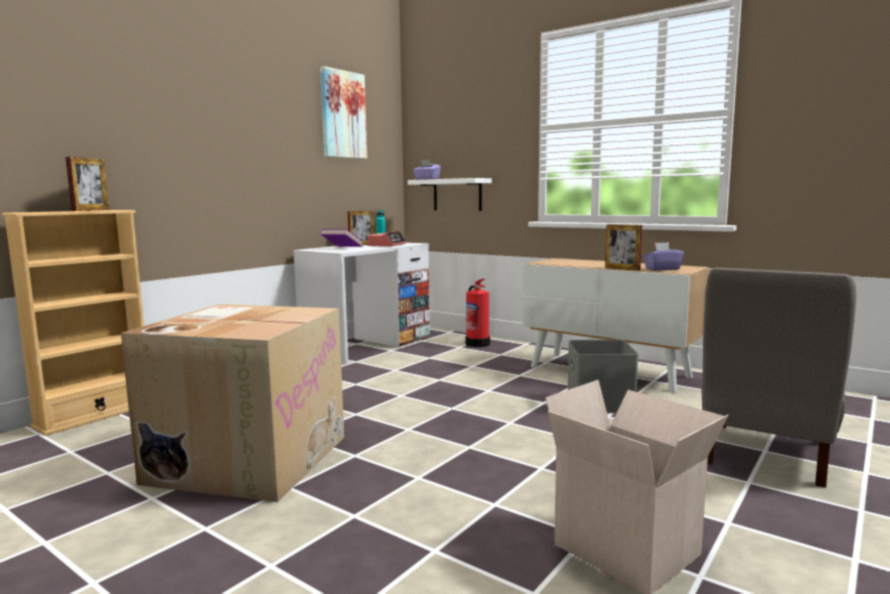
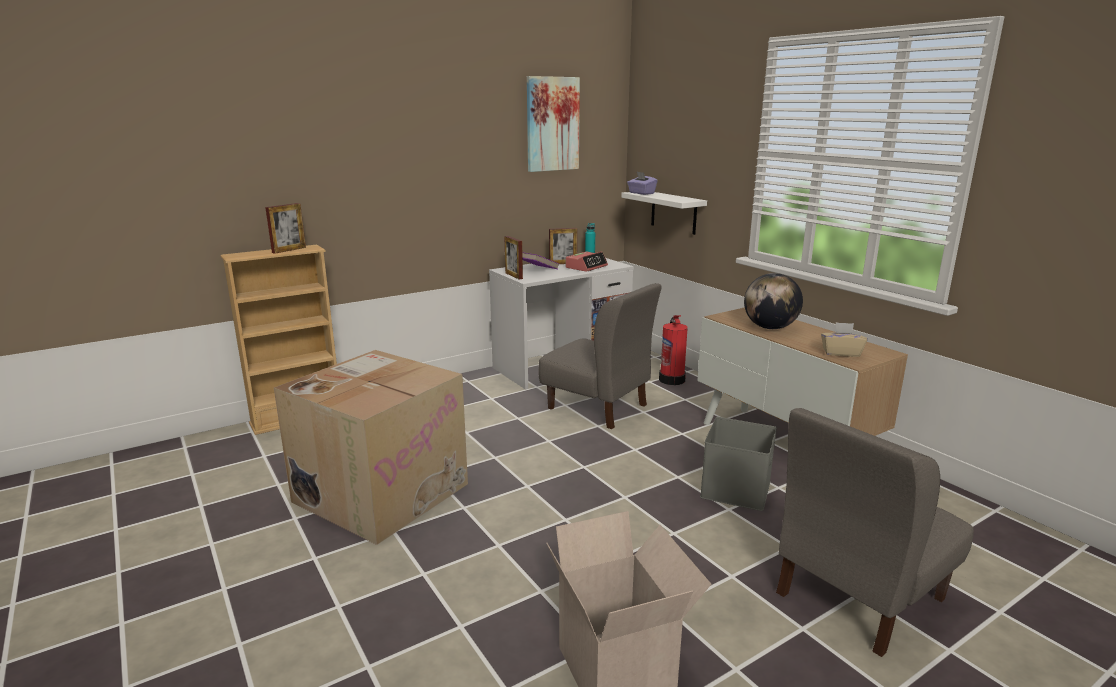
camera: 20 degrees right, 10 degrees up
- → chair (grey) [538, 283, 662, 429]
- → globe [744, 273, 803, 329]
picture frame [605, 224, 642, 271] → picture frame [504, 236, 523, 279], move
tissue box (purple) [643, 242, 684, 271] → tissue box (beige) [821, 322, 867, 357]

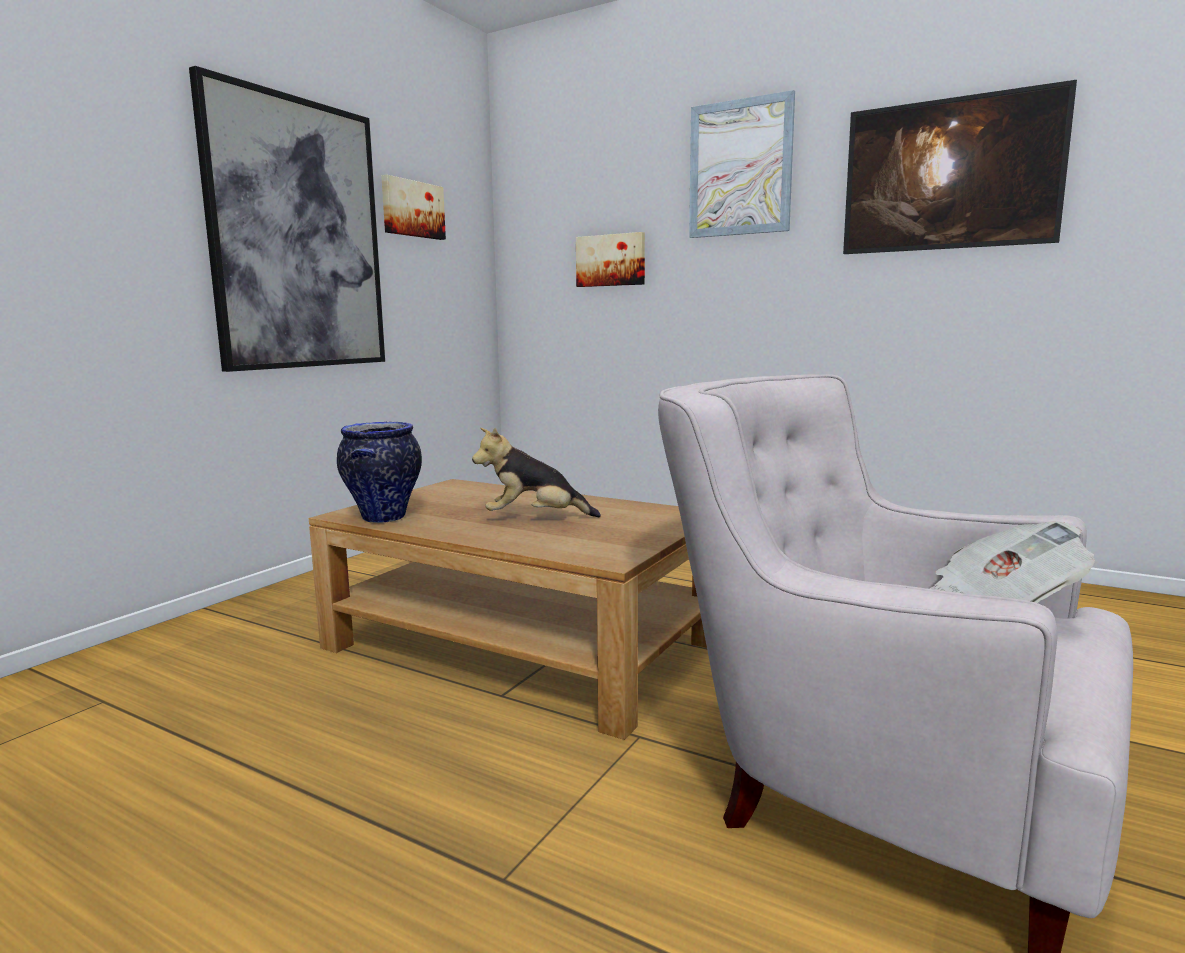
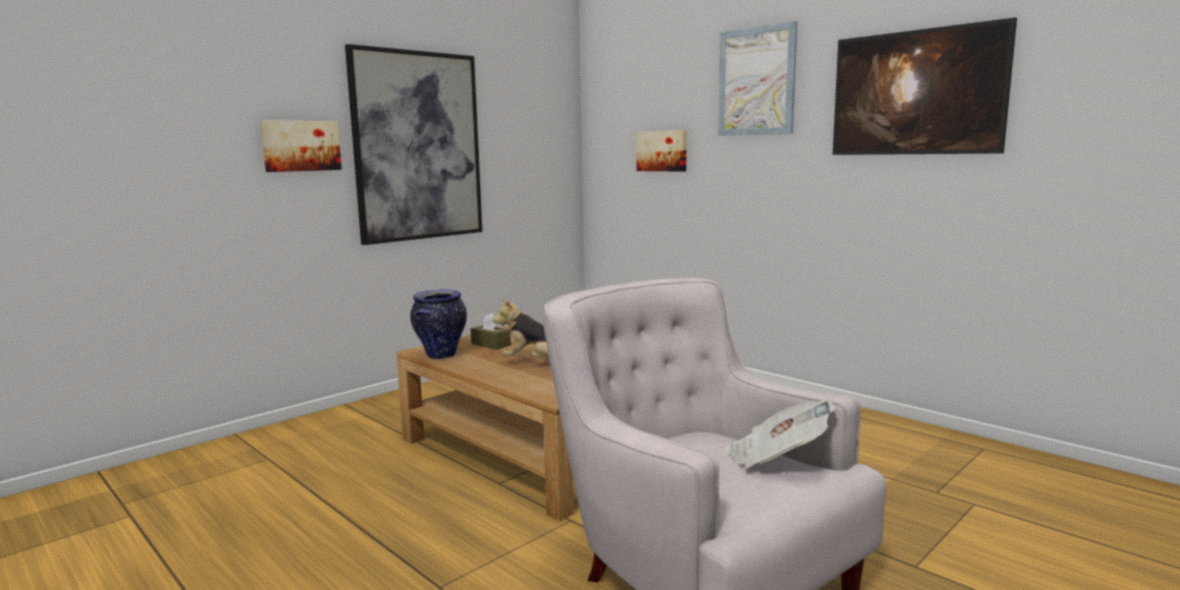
camera: 15 degrees right, 0 degrees up
- → tissue box (brown) [471, 313, 511, 350]
picture [381, 175, 446, 240] → picture [260, 120, 342, 172], move

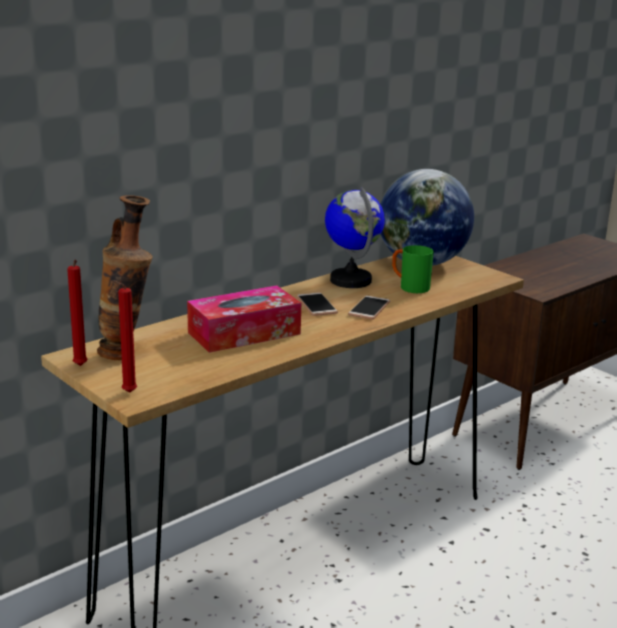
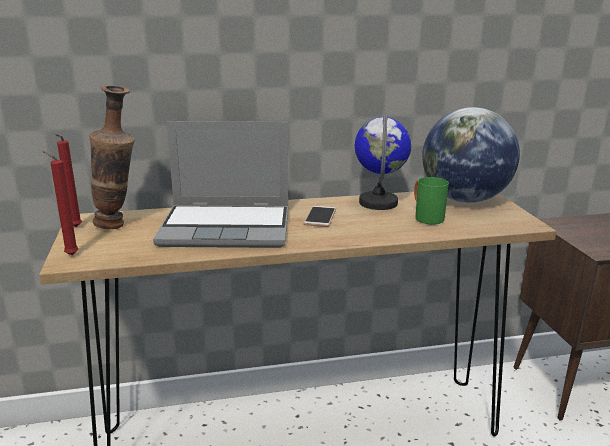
camera: 30 degrees right, 0 degrees up
phone [348, 295, 390, 320] → -
tissue box [187, 285, 301, 353] → laptop [153, 121, 288, 248]

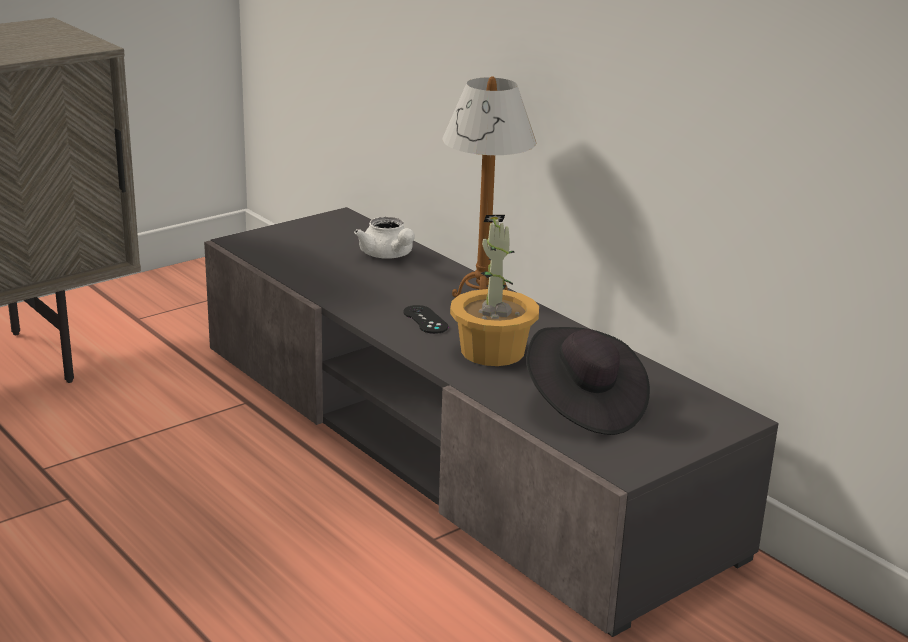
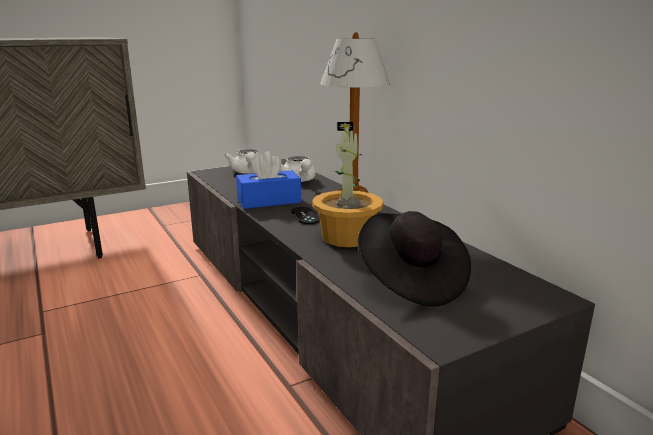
camera: 10 degrees right, 5 degrees down
- → teapot (white) [224, 149, 260, 174]
- → tissue box (blue) [236, 151, 301, 209]

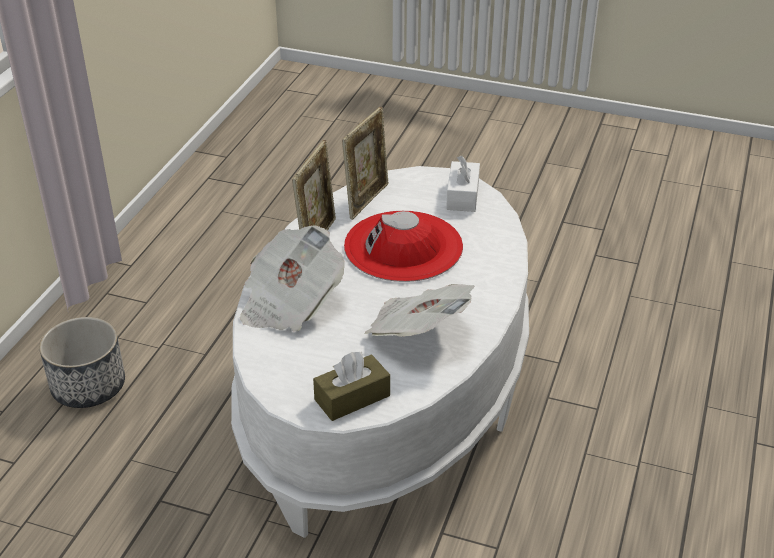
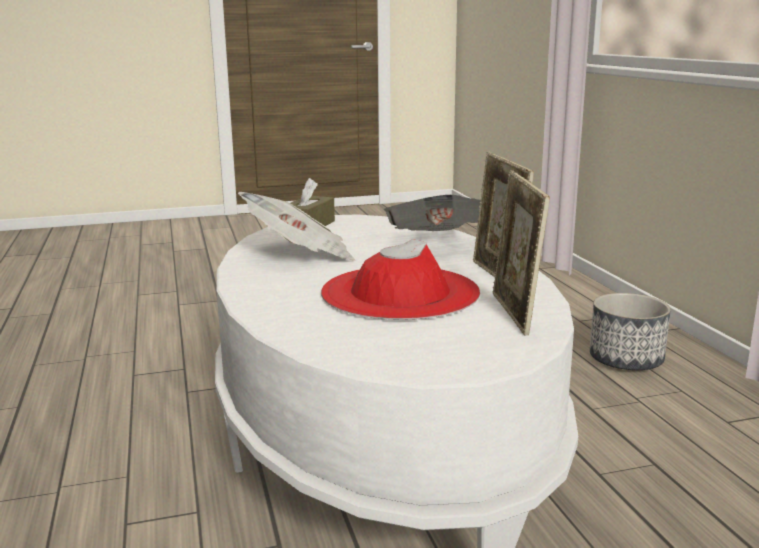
camera: 145 degrees right, 20 degrees down
tissue box (white) [446, 156, 480, 212] → -

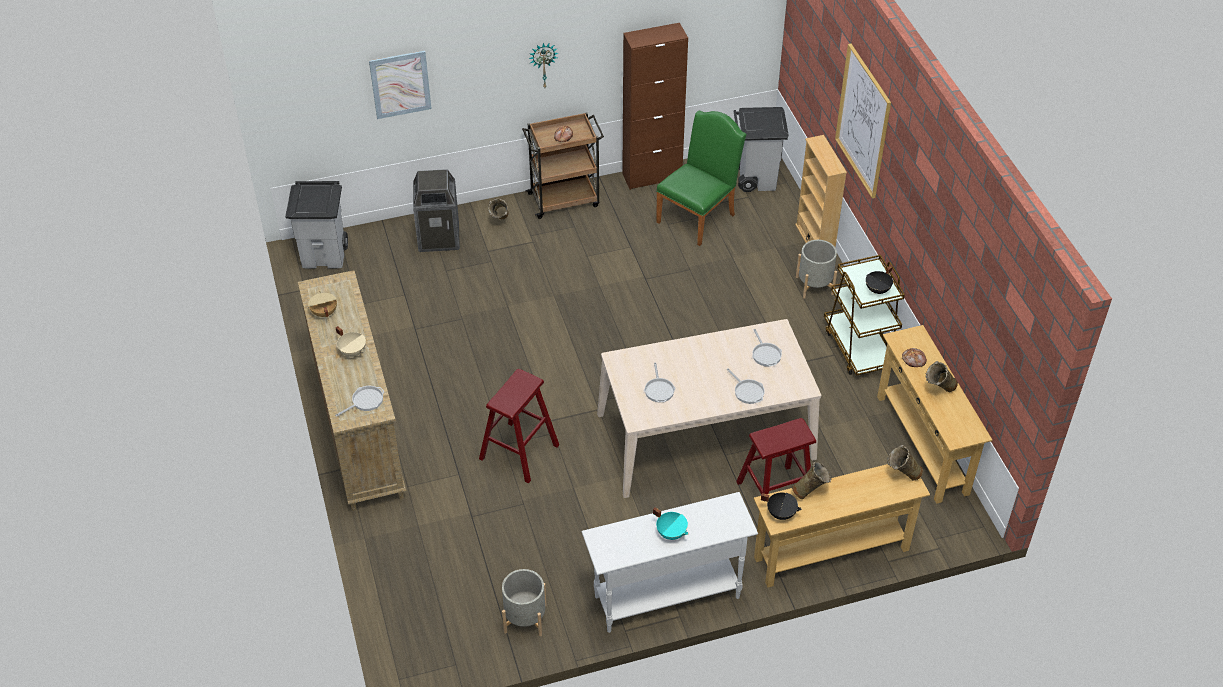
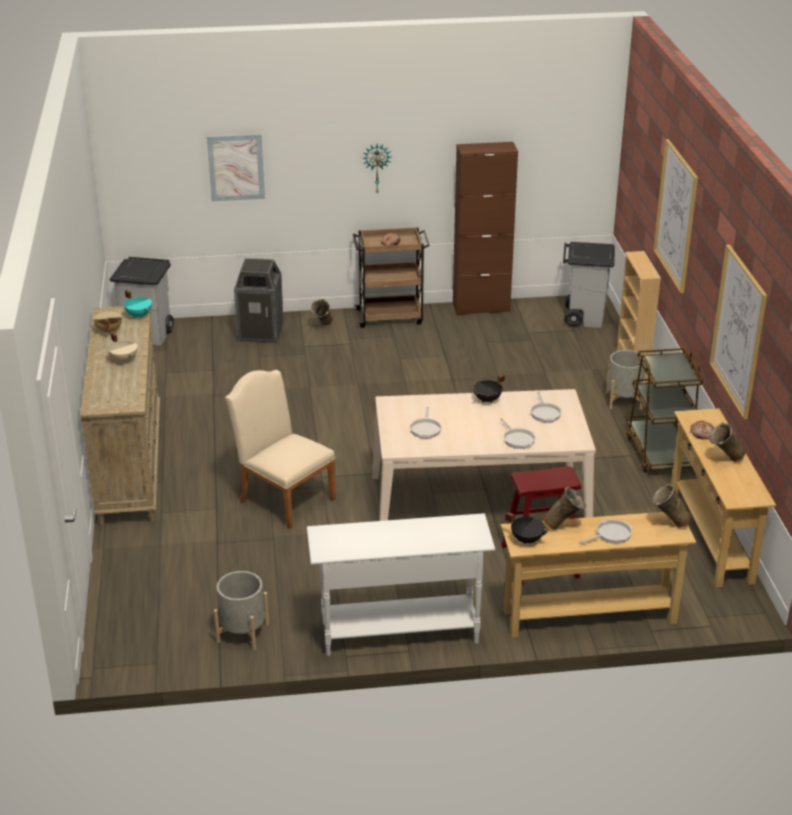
camera: 10 degrees right, 15 degrees down
chair (green) [656, 111, 746, 246] → -
- → picture [709, 244, 767, 419]
frying pan [335, 386, 384, 417] → frying pan [579, 519, 633, 544], move
cooking pot (turquoise) [653, 507, 688, 540] → cooking pot (turquoise) [124, 290, 152, 318], move
cooking pot (black) [866, 265, 893, 294] → cooking pot (black) [473, 374, 505, 403], move
stool (red) [479, 369, 559, 483] → chair (beige) [225, 370, 335, 529]

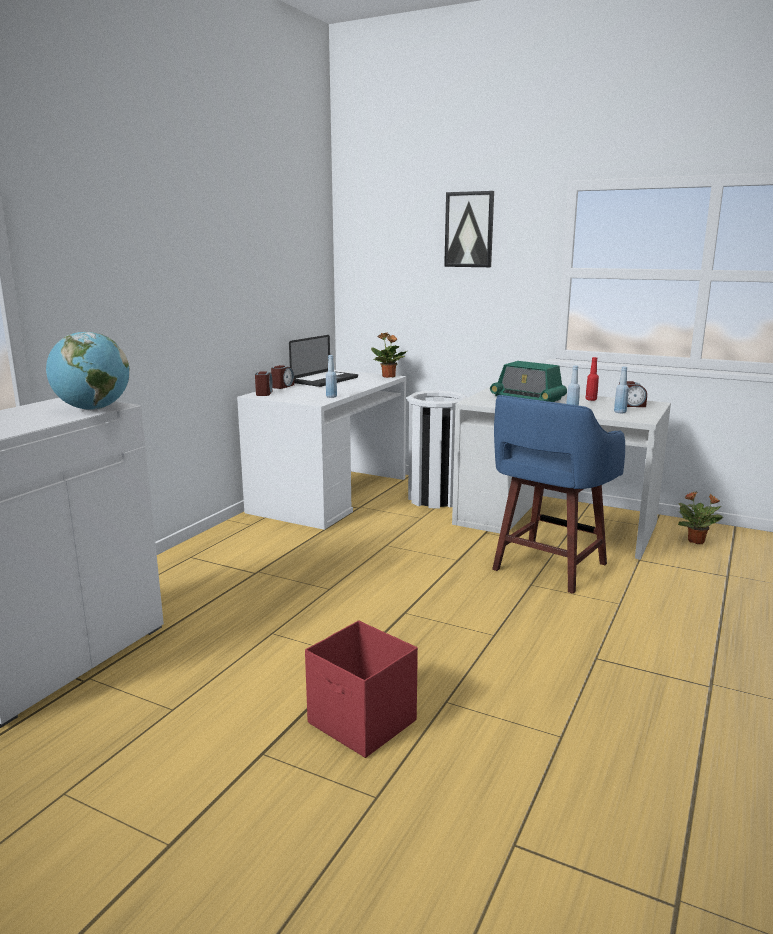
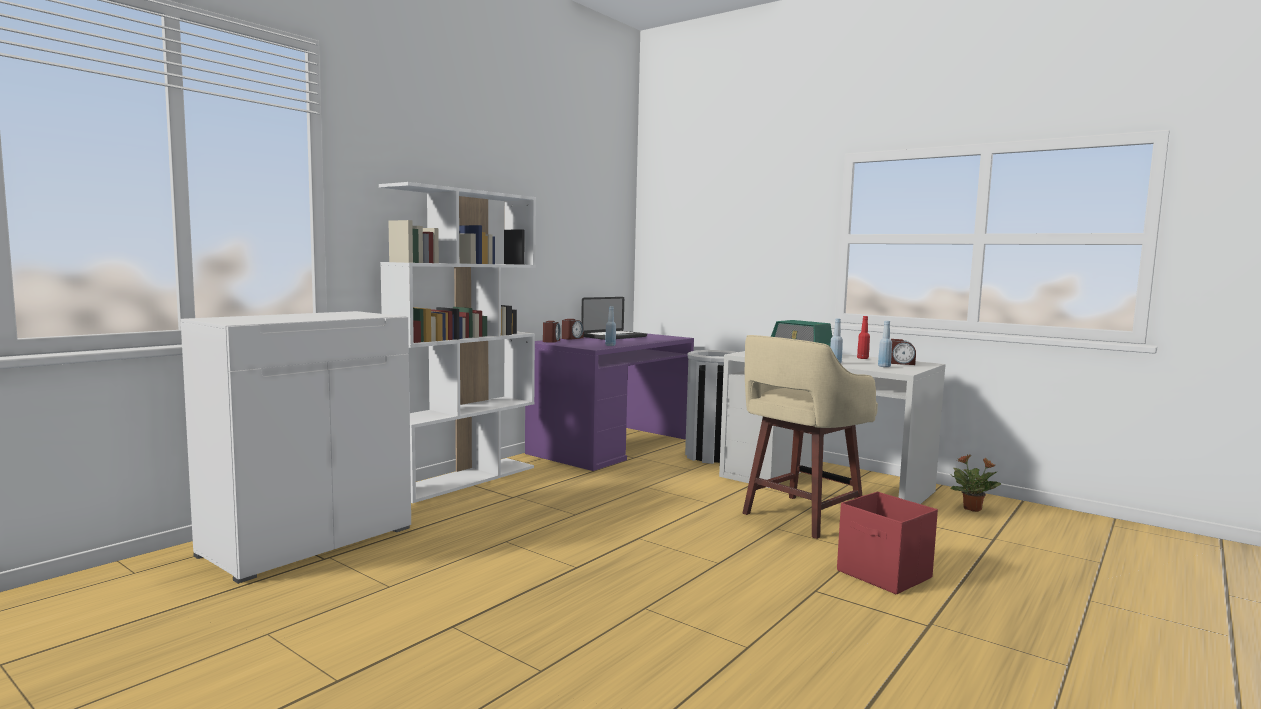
camera: 10 degrees right, 10 degrees down
globe [46, 332, 129, 410] → -
potted plant [371, 333, 407, 378] → -
picture [444, 191, 494, 267] → -
- → bookcase (white) [379, 182, 536, 503]
storage box (red) [305, 621, 418, 758] → storage box (red) [837, 492, 938, 594], move
desk (white) [237, 370, 406, 530] → desk (purple) [525, 334, 694, 471]
stool (blue) [492, 395, 625, 594] → stool (beige) [743, 335, 878, 539]

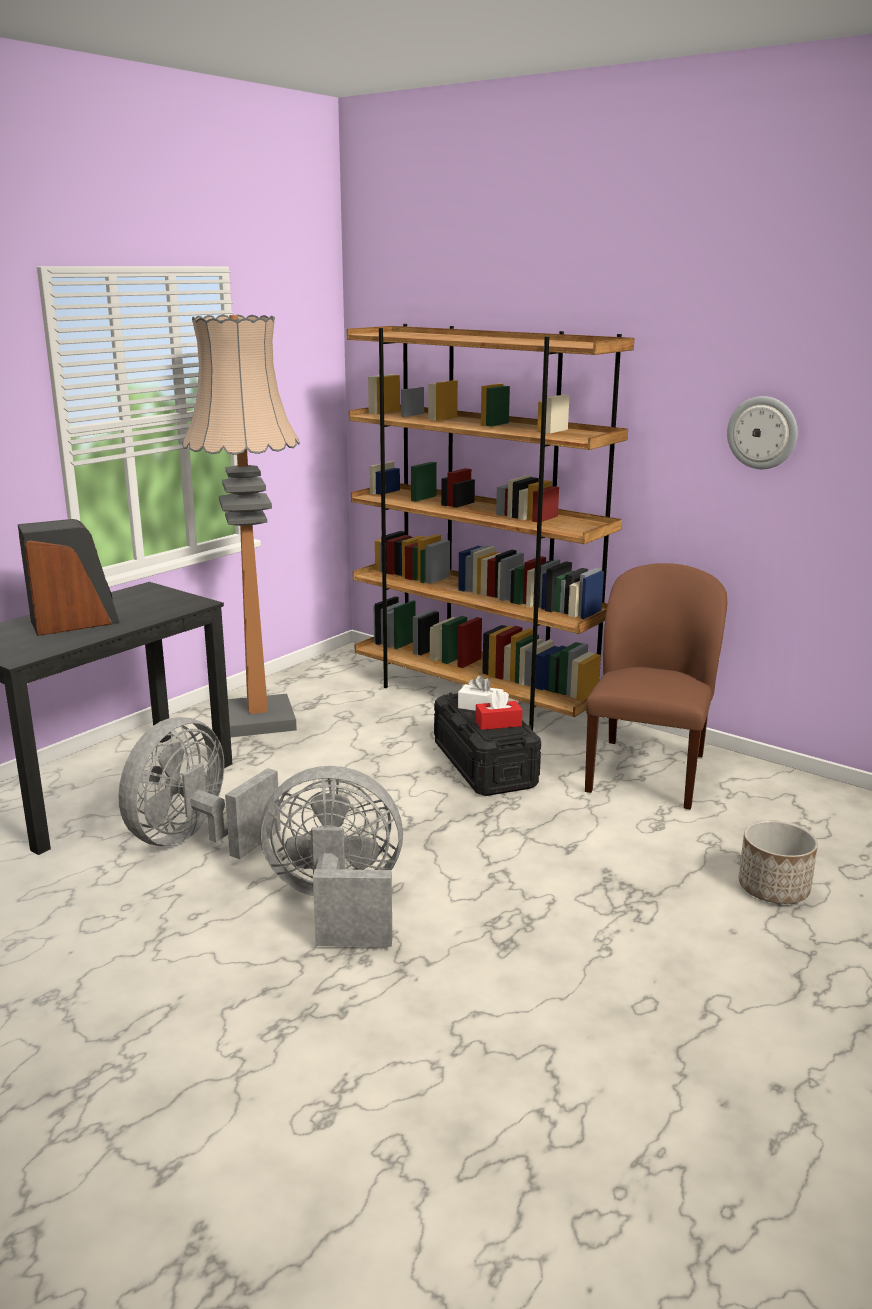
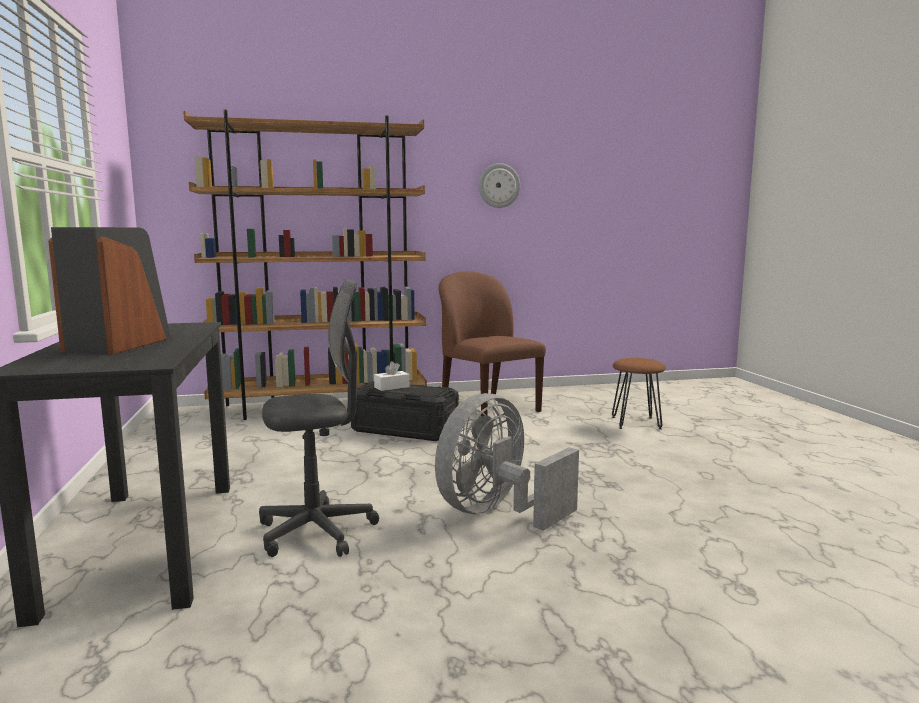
camera: 50 degrees left, 10 degrees down
floor lamp [182, 315, 300, 737] → -
tissue box (red) [475, 689, 523, 730] → -
fan (grey) [119, 717, 281, 859] → office chair (grey) [259, 280, 379, 557]
planter [739, 820, 818, 904] → stool (brown) [612, 358, 666, 430]

